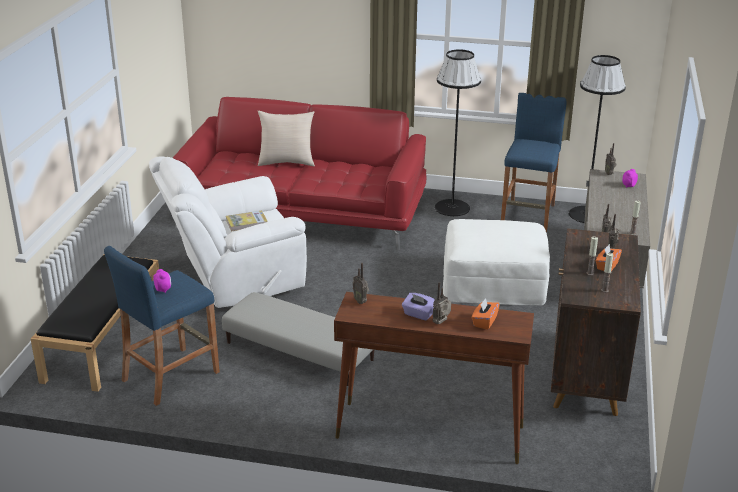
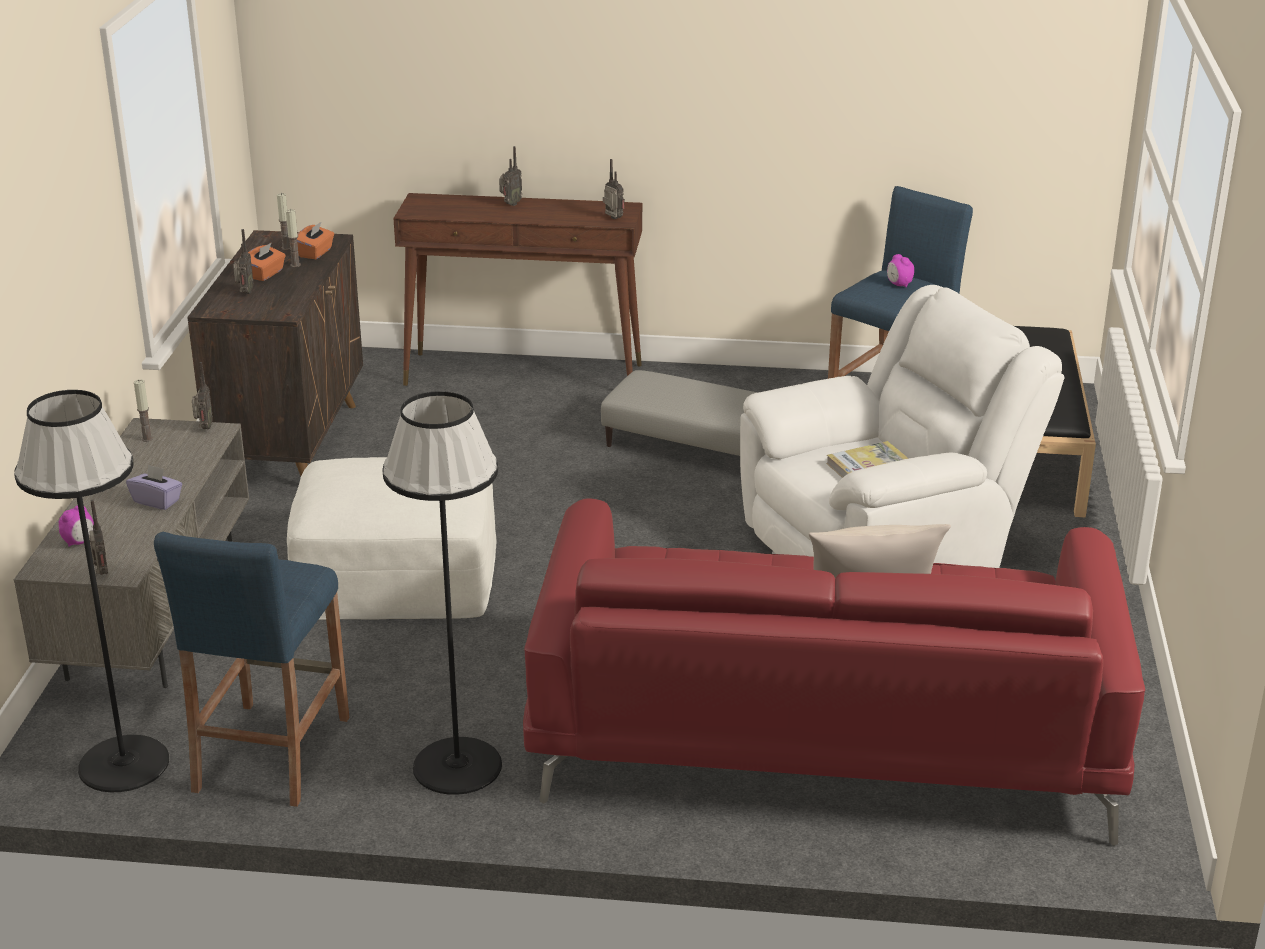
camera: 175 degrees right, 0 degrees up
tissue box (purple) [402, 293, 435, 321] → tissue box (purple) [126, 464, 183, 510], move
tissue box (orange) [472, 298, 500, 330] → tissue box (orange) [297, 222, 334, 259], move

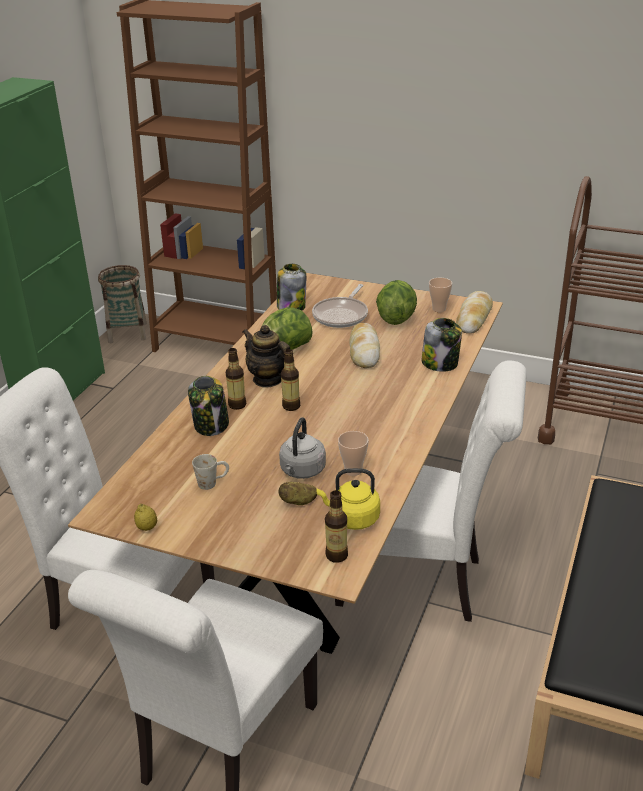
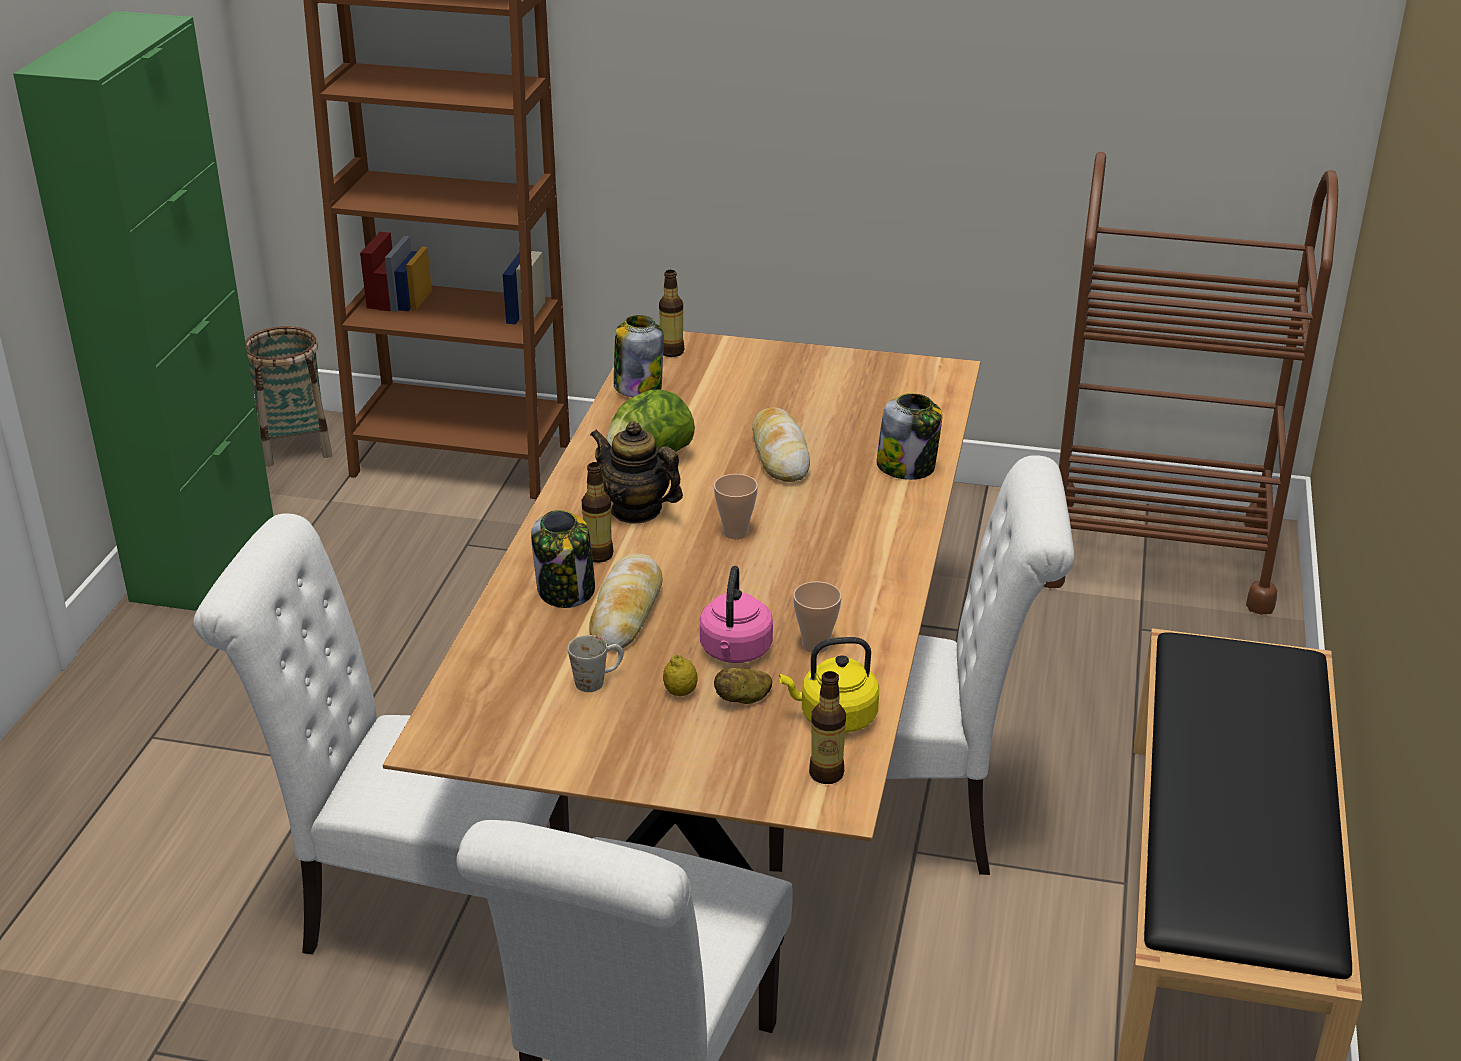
camera: 10 degrees left, 0 degrees up
frying pan [312, 284, 368, 328] → -
lettuce [376, 280, 417, 325] → -
lemon [134, 504, 157, 531] → lemon [663, 655, 698, 696], move
bottle [281, 349, 300, 411] → bottle [659, 270, 684, 357], move
cup [429, 278, 452, 313] → cup [714, 474, 758, 539], move
bread [456, 291, 493, 334] → bread [589, 554, 662, 648], move
kettle (grey) [279, 417, 326, 479] → kettle (pink) [700, 566, 773, 663]

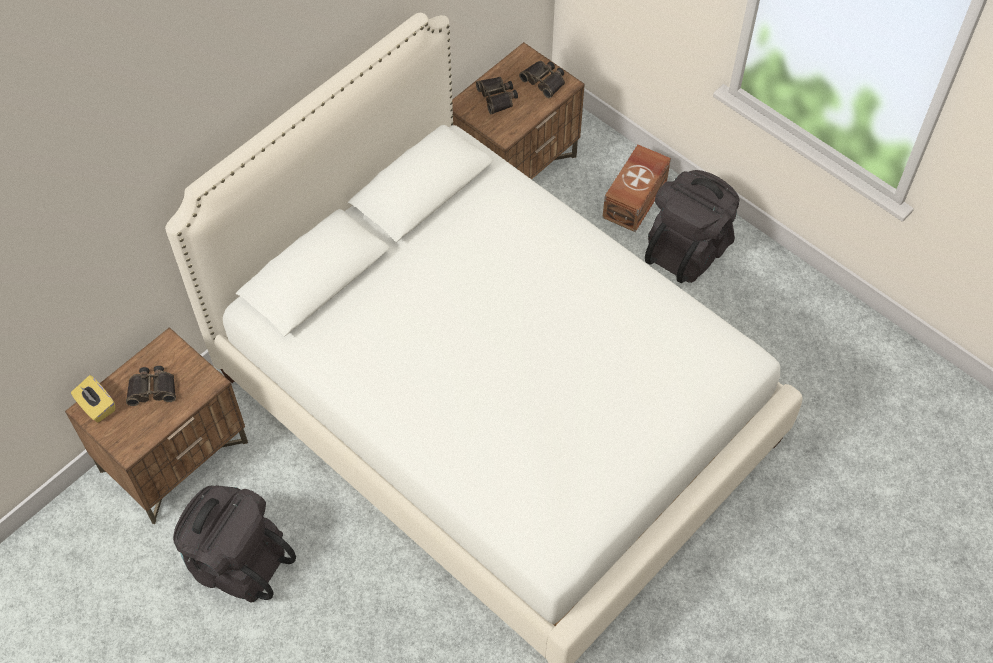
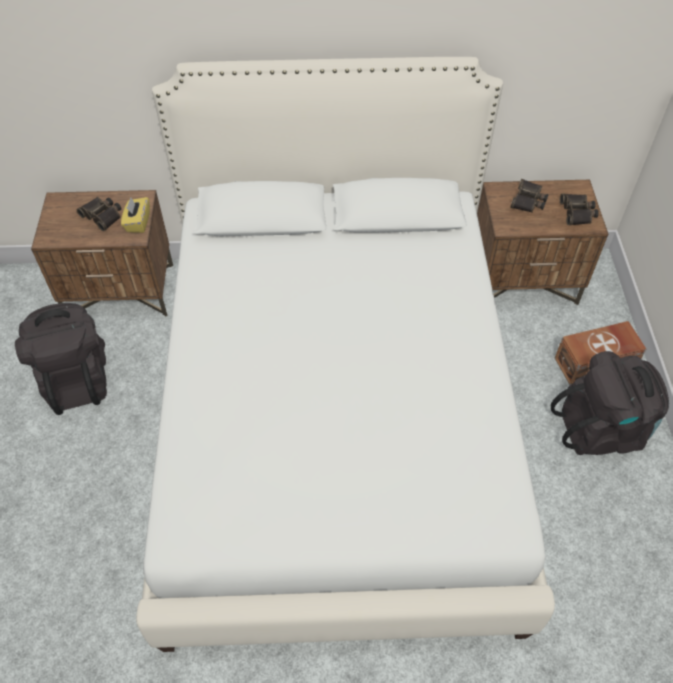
camera: 45 degrees right, 5 degrees down
tissue box (yellow) [71, 375, 115, 423] → tissue box (yellow) [121, 197, 150, 233], move

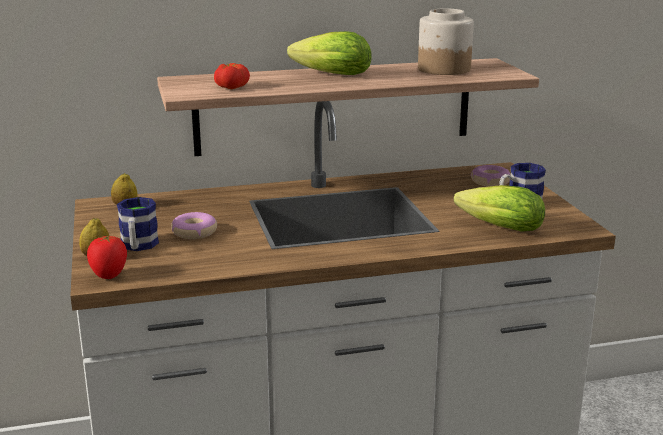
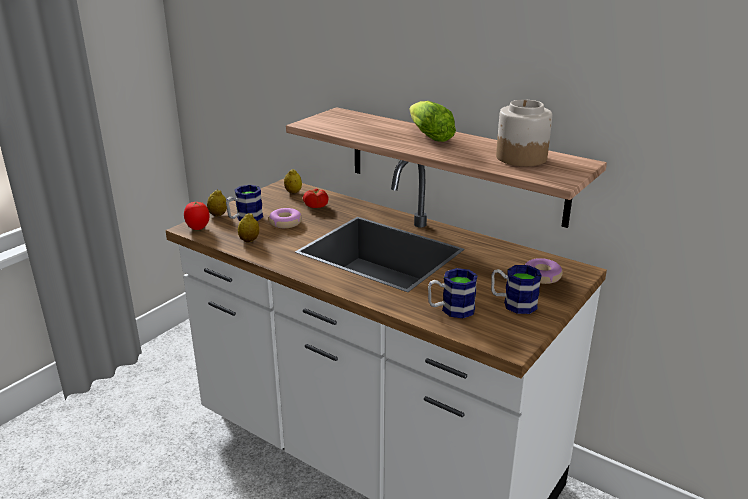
camera: 50 degrees right, 5 degrees up
- → lemon [238, 213, 259, 243]
tomato [214, 63, 250, 89] → tomato [303, 189, 329, 208], move
lettuce [454, 185, 545, 232] → mug [428, 268, 478, 318]

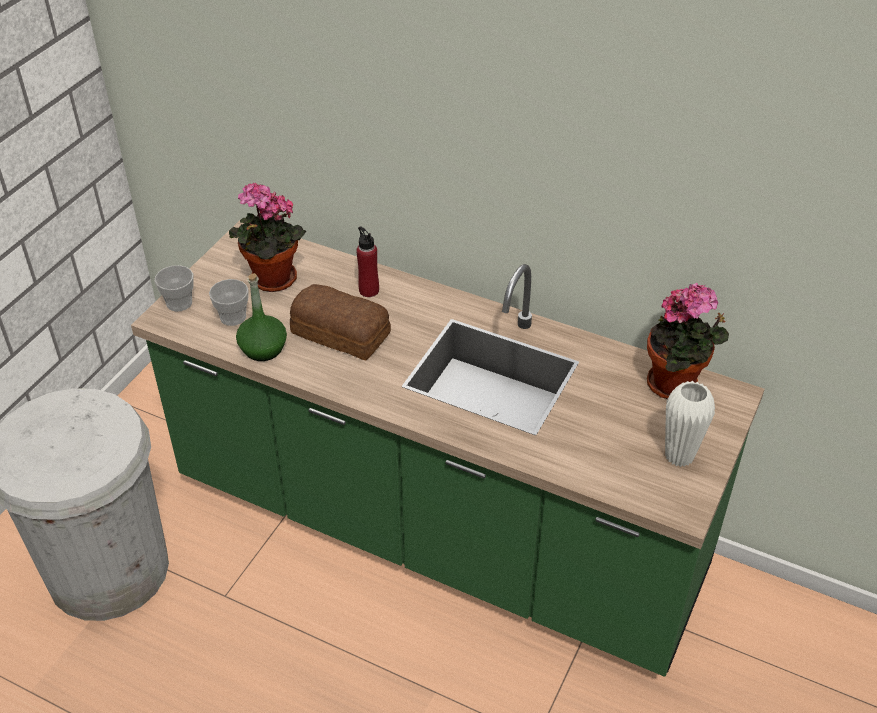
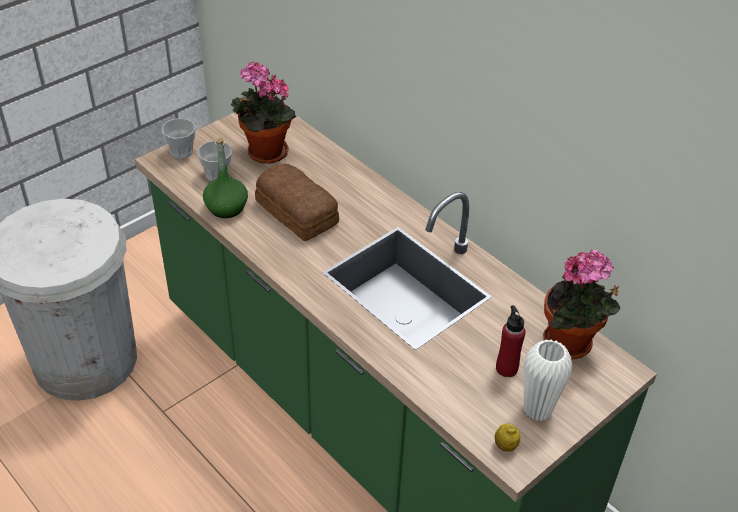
camera: 20 degrees right, 0 degrees up
- → lemon [495, 424, 520, 452]
bottle (red) [356, 226, 379, 297] → bottle (red) [496, 305, 526, 377], move

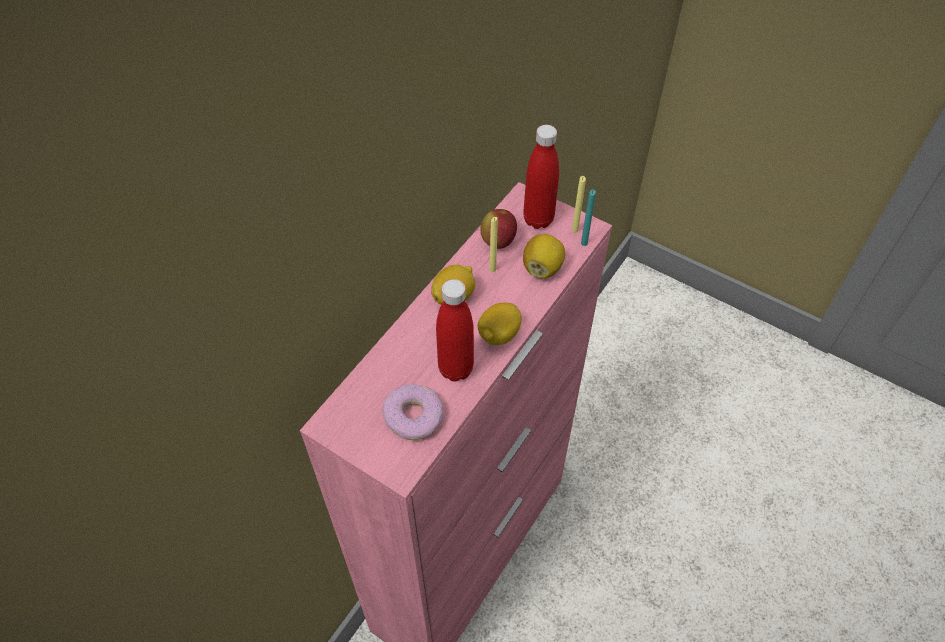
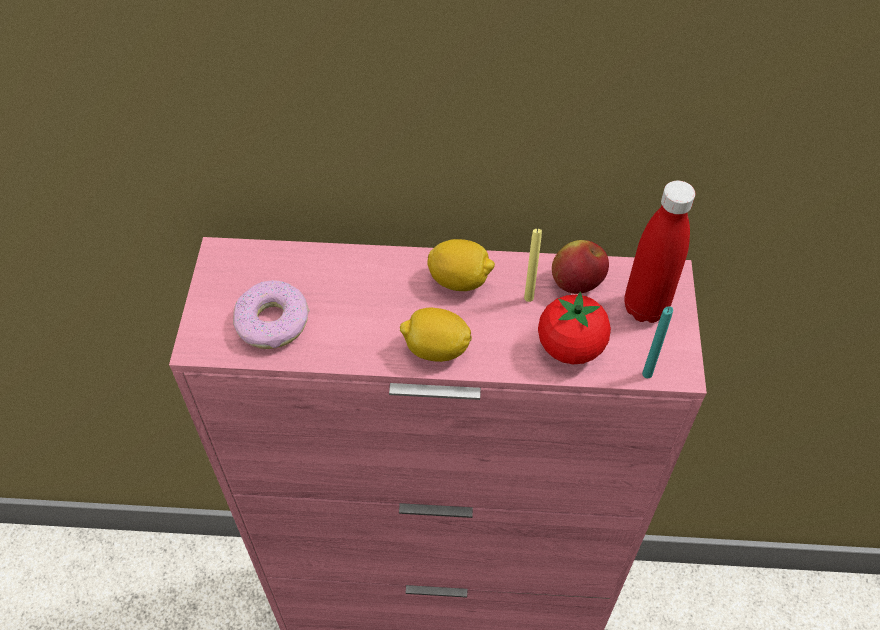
camera: 60 degrees right, 0 degrees up
bottle (red) [436, 279, 474, 382] → -
candle (yellow) [572, 176, 586, 233] → -
lemon [523, 234, 565, 278] → tomato [538, 291, 611, 364]

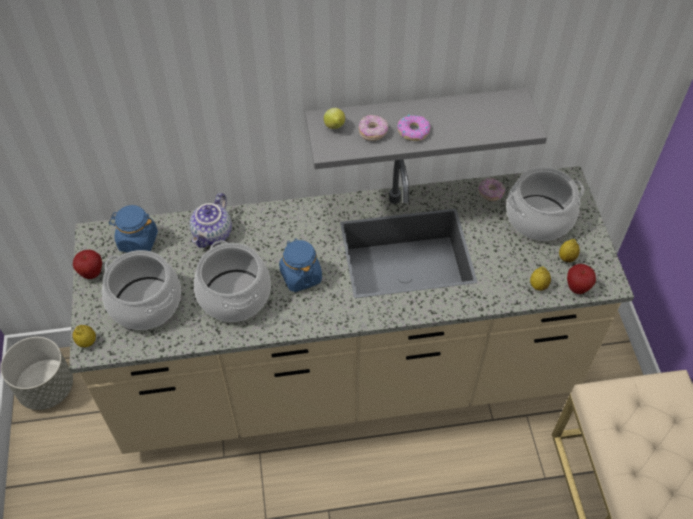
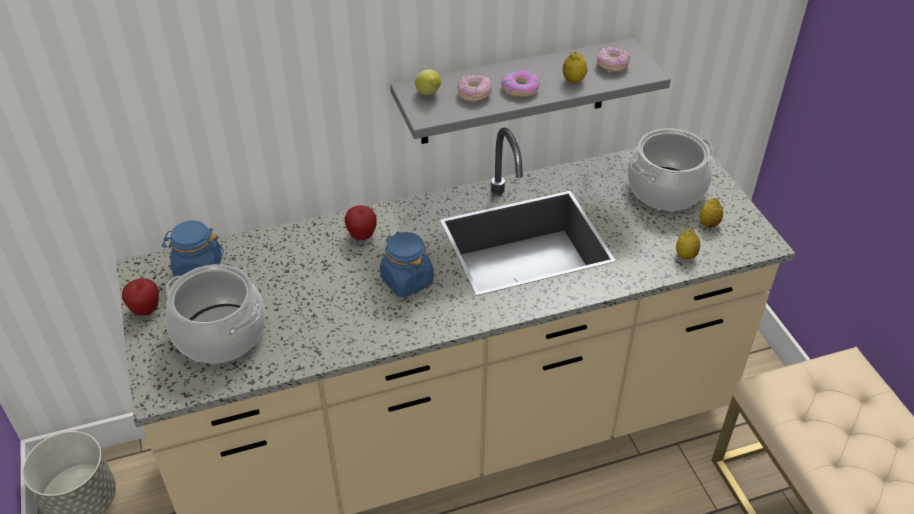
camera: 10 degrees left, 10 degrees down
teapot [190, 193, 232, 248] → -
cooking pot [194, 240, 271, 322] → -
lemon [73, 325, 96, 347] → lemon [563, 52, 587, 83], move
donut [479, 178, 505, 201] → donut [597, 46, 630, 72], move
apple [567, 264, 596, 294] → apple [345, 205, 377, 240], move

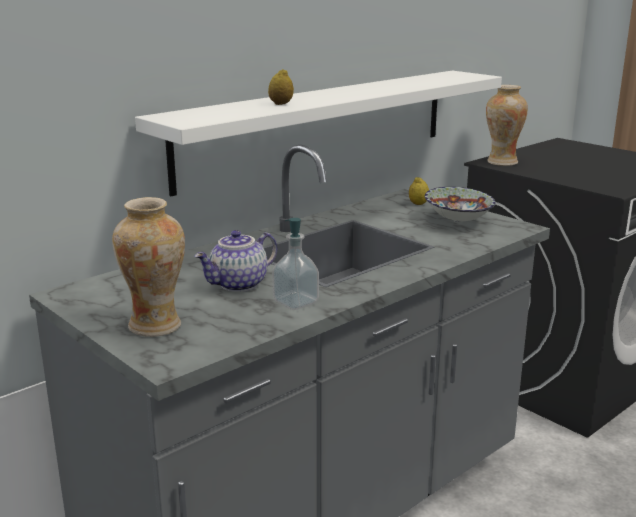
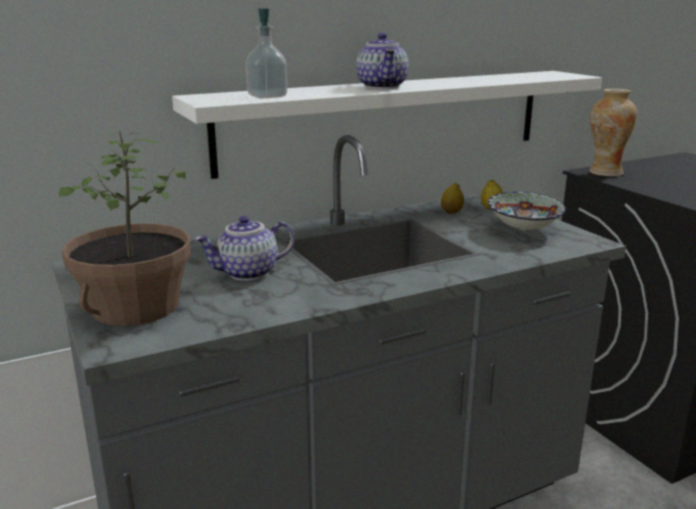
camera: 15 degrees right, 0 degrees up
- → teapot [356, 33, 409, 89]
lemon [268, 69, 294, 105] → lemon [441, 183, 464, 214], move
soap dispenser [272, 218, 319, 310] → soap dispenser [246, 8, 287, 99], move
vase [112, 197, 185, 337] → potted plant [59, 130, 191, 326]

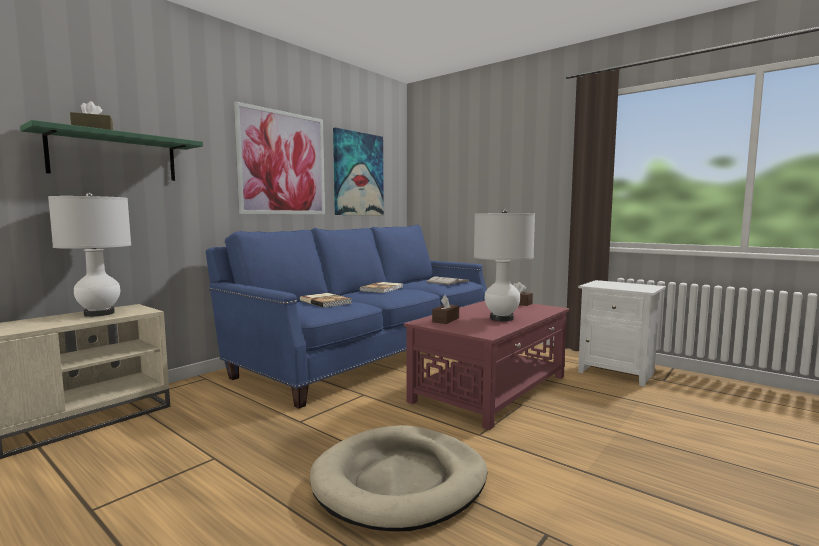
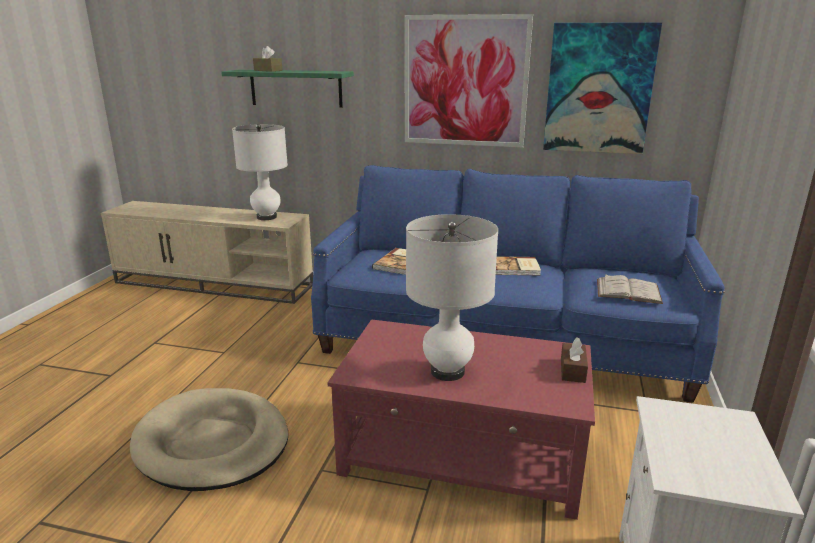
camera: 65 degrees right, 15 degrees up
tissue box (brown) [432, 295, 459, 324] → -

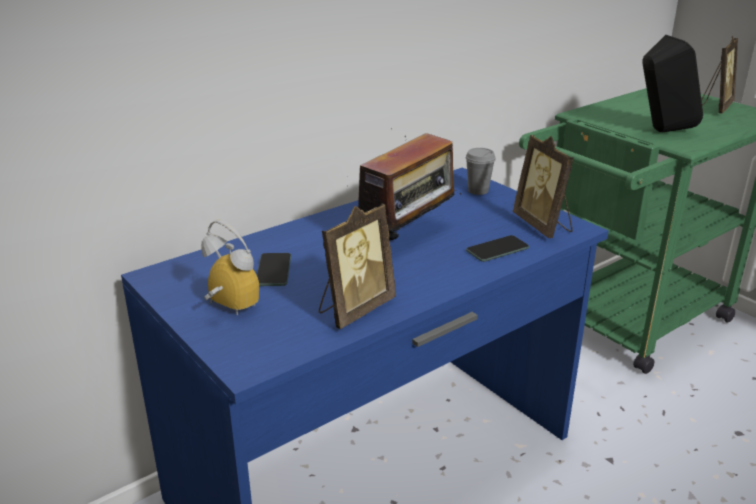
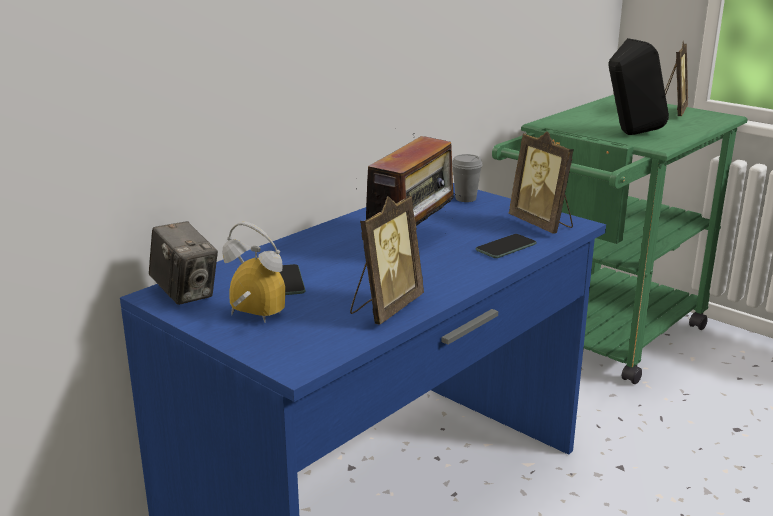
camera: 10 degrees left, 5 degrees down
- → photo camera [149, 221, 218, 305]

